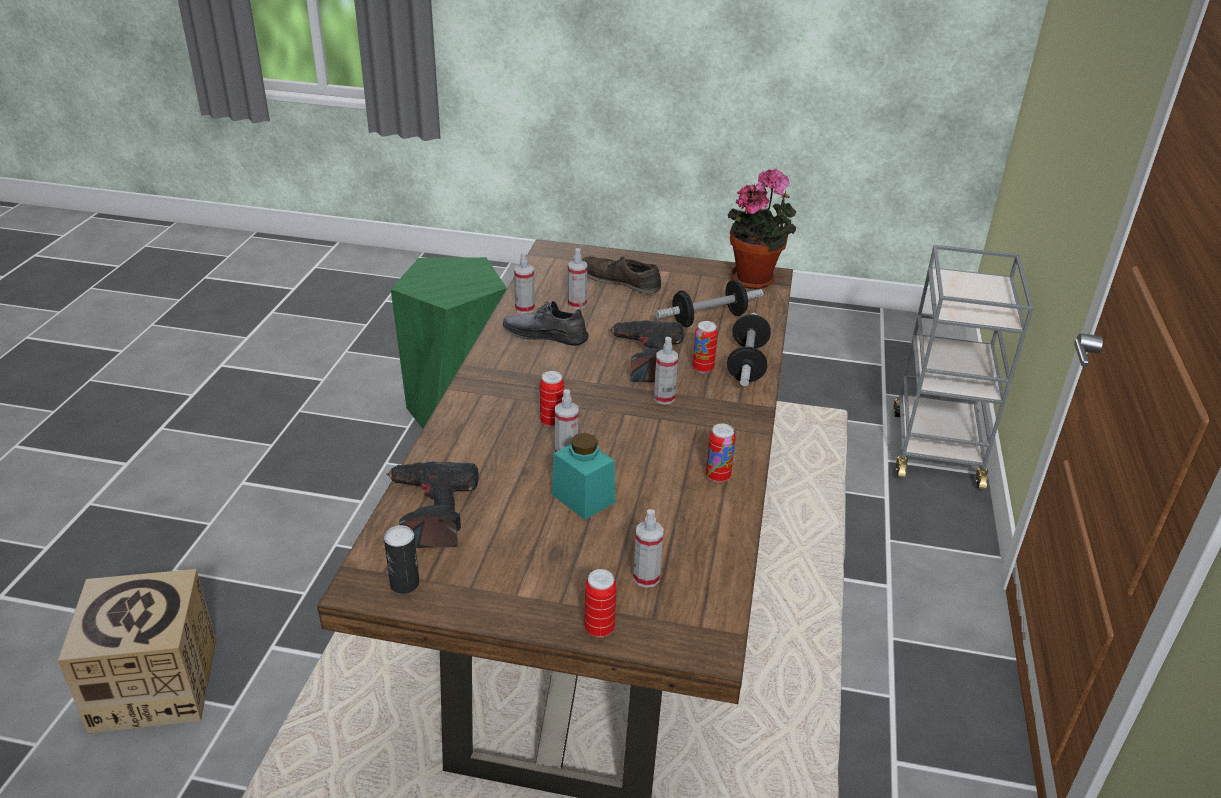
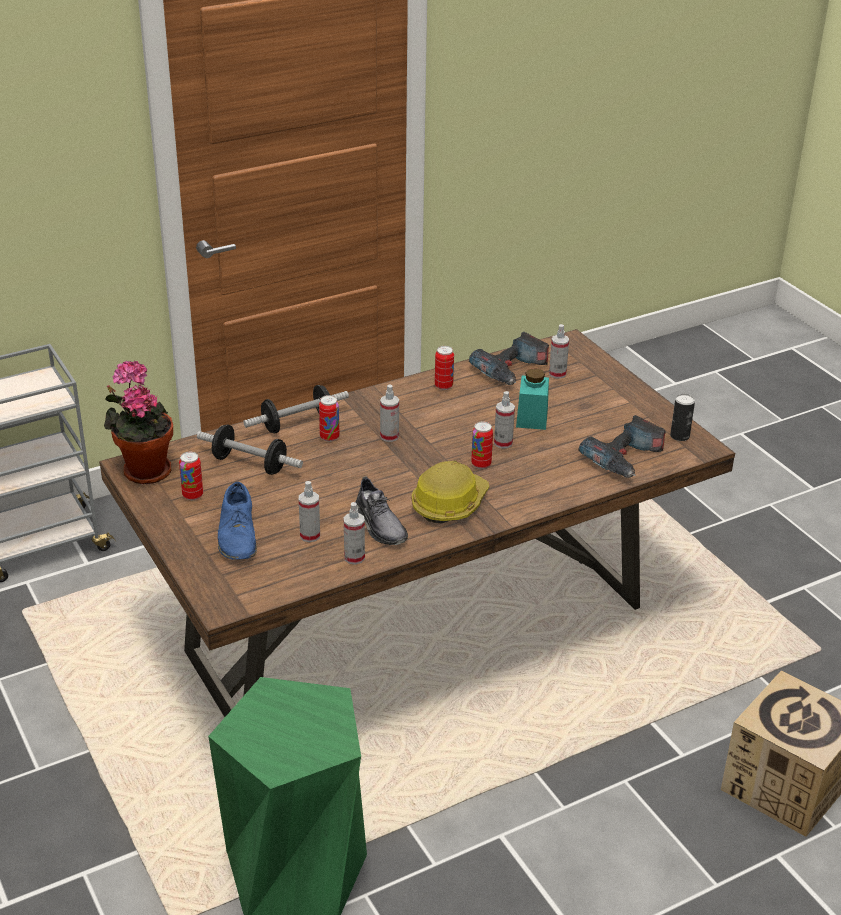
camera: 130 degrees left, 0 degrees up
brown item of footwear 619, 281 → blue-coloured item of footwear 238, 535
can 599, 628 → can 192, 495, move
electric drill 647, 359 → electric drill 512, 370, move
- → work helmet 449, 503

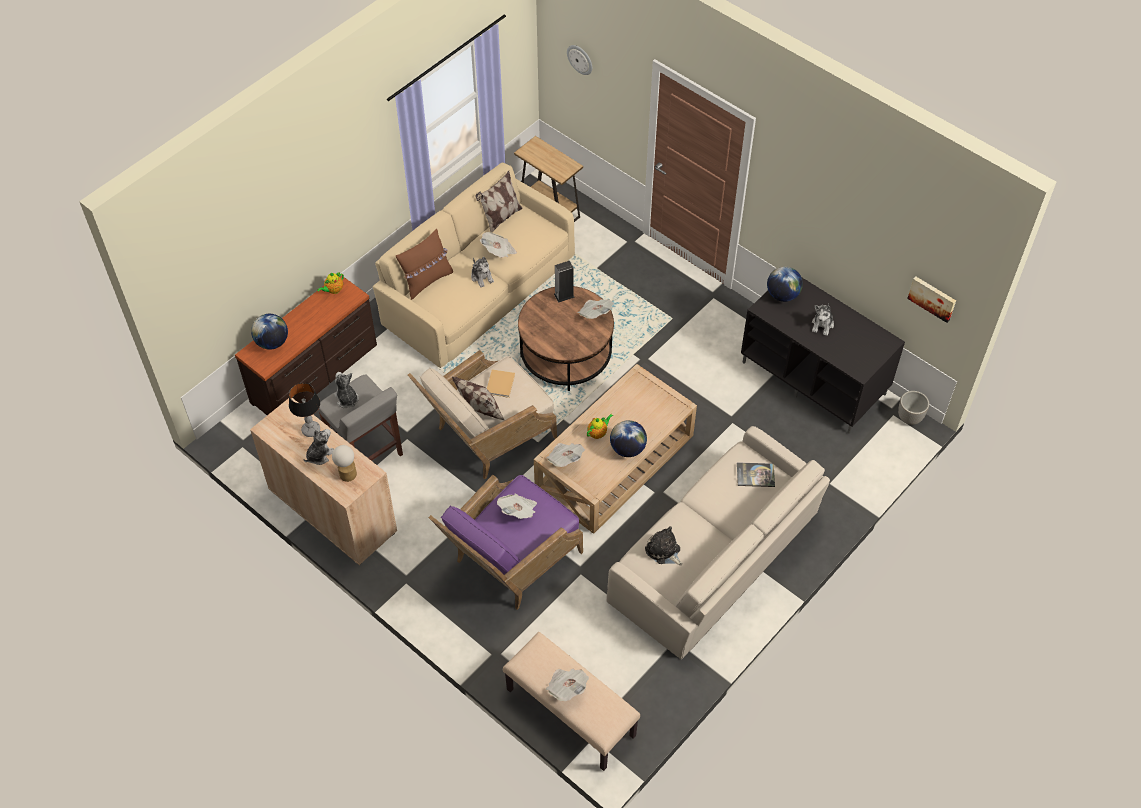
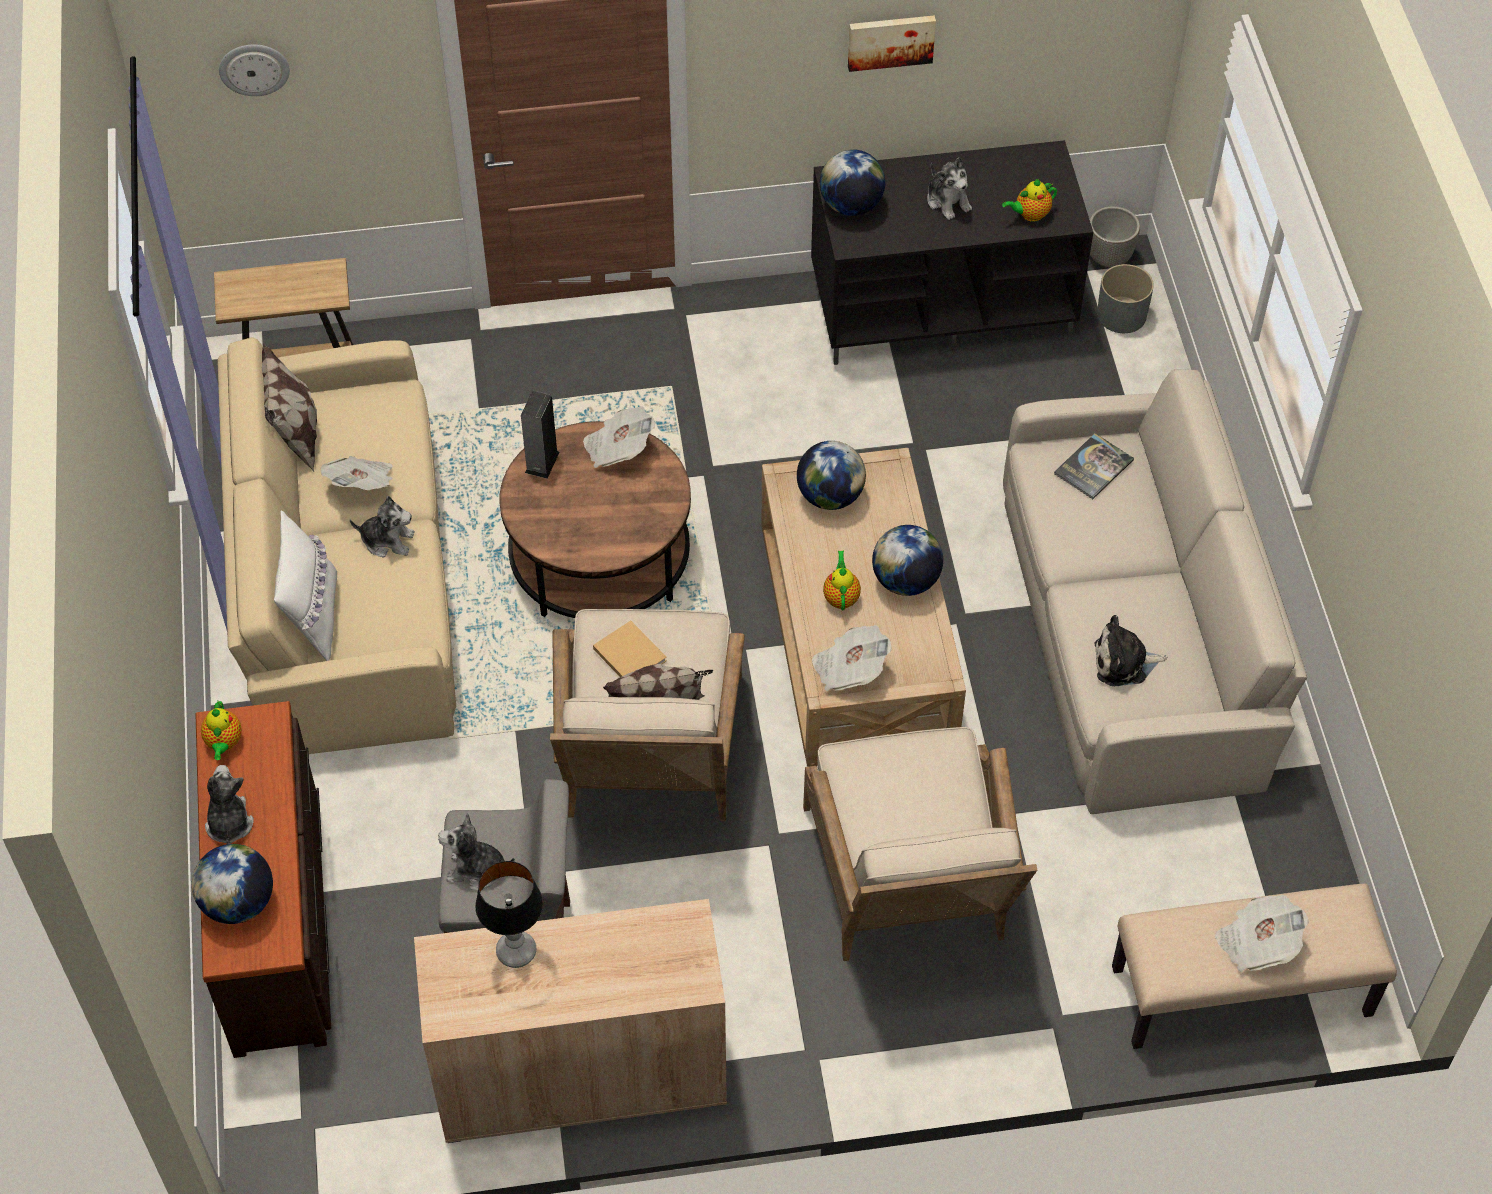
camera: 50 degrees left, 0 degrees up
soft toy 319, 455 → soft toy 229, 823, move
lamp for a table 347, 472 → -
brown cushion 427, 281 → white cushion 313, 616
purple-coloured easy chair 510, 562 → sand-coloured easy chair 911, 890
printed paper 518, 511 → -
picture 932, 298 → picture 890, 40, move
- → world globe 830, 496
- → teapot 1030, 215
- → grey planter 1121, 315

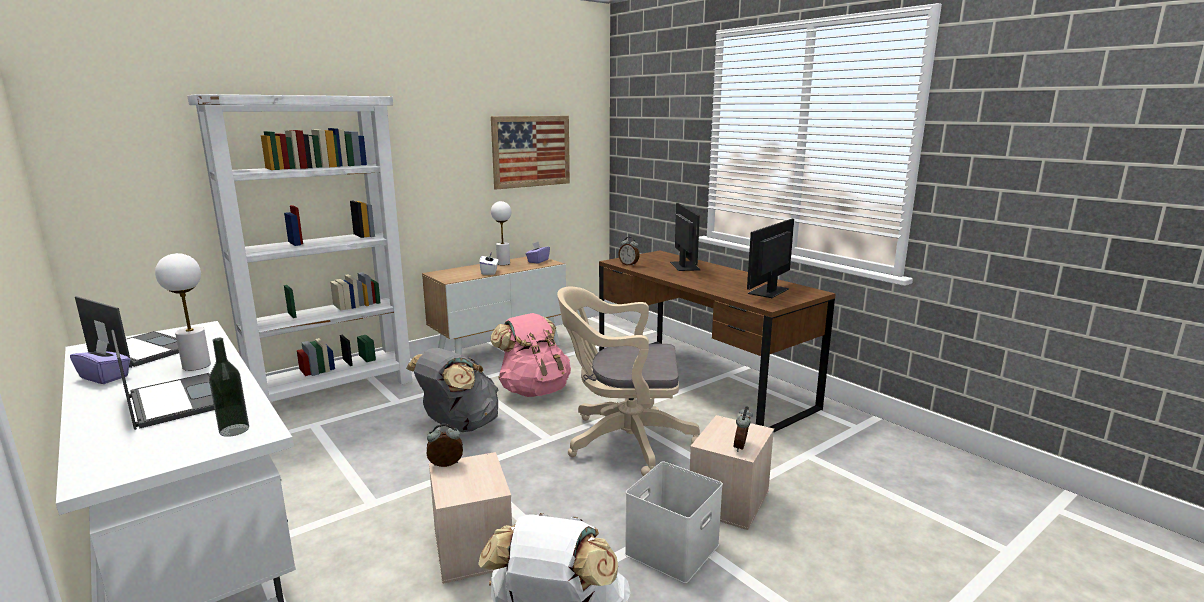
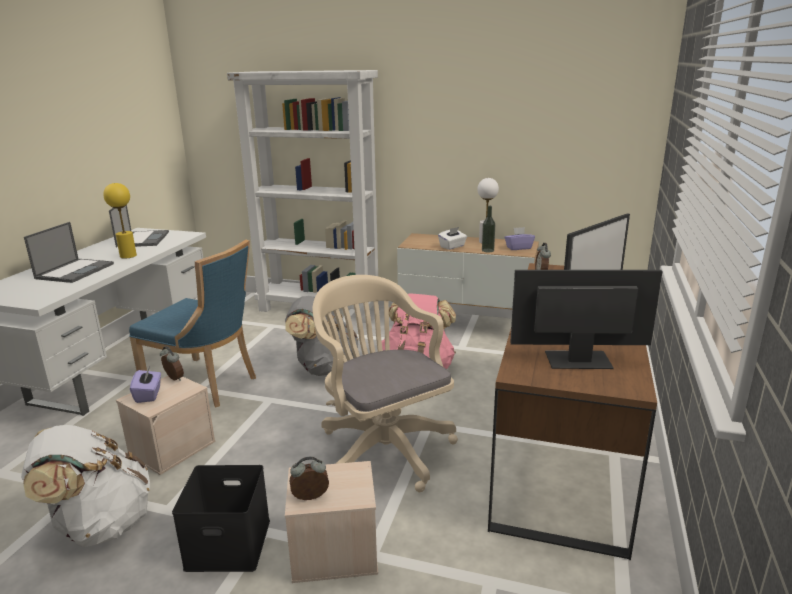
camera: 55 degrees right, 5 degrees up
purple-coloured box of tissues 105, 377 → purple-coloured box of tissues 148, 395, move
white lamp for a table 196, 366 → yellowish lamp for a table 128, 256
bottle 234, 430 → bottle 487, 250, move
picture 531, 151 → -
white storage container 673, 551 → blackish storage container 226, 545
- → blue-coloured upright chair 206, 384

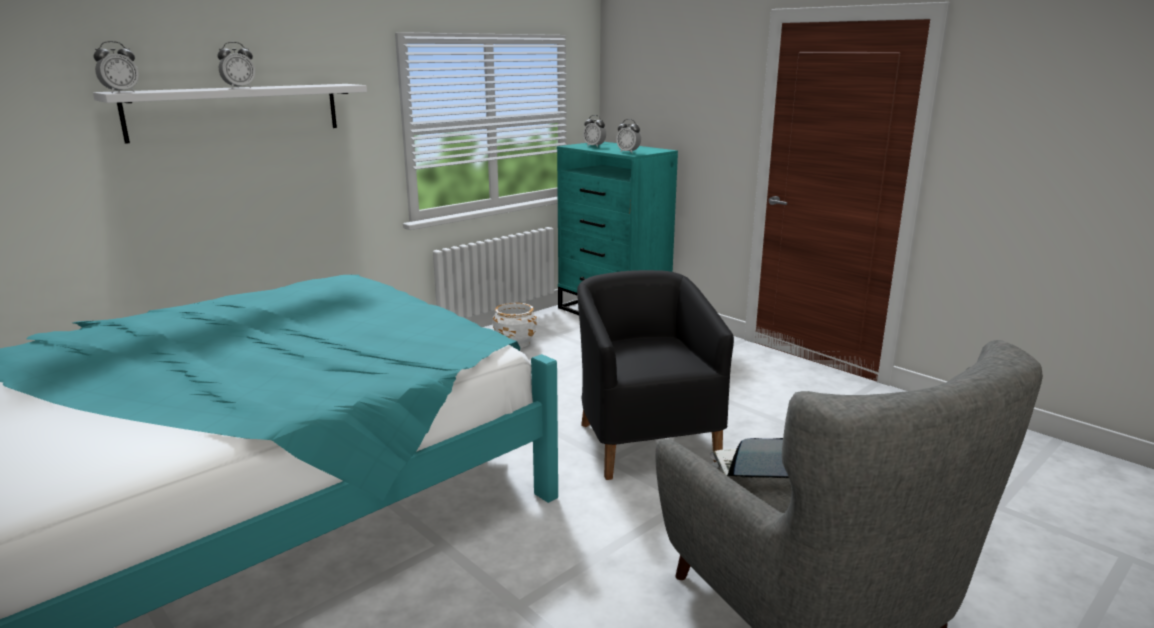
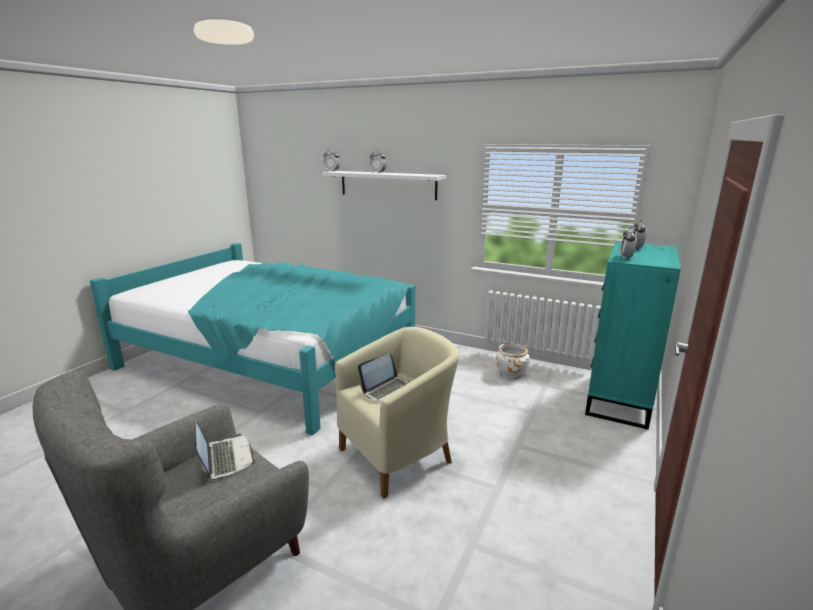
camera: 70 degrees right, 0 degrees up
blackish easy chair 644, 441 → sand-coloured easy chair 398, 455
- → notebook computer 389, 391

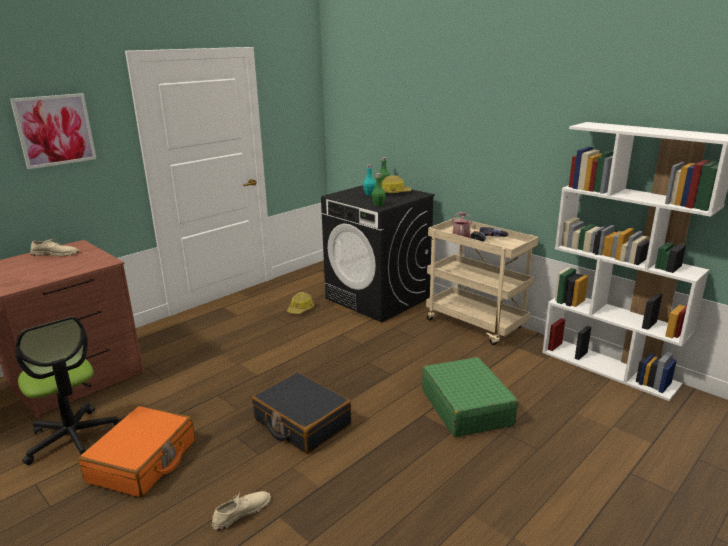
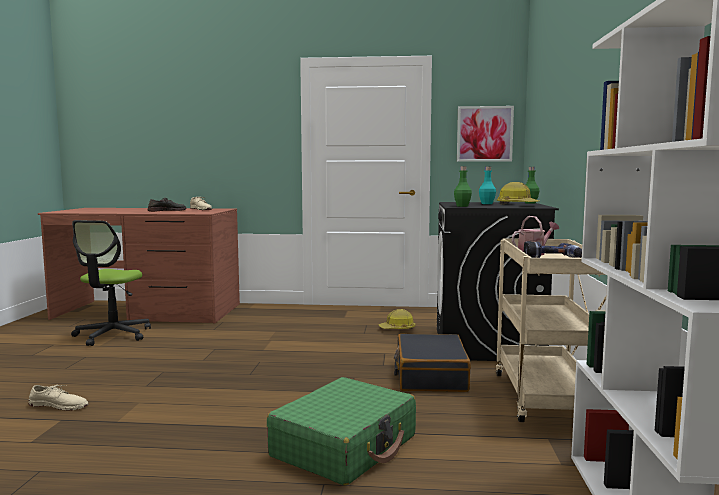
camera: 50 degrees right, 15 degrees down
picture 55, 130 → picture 484, 134, move
orange suitcase 143, 461 → -
blackish suitcase 302, 422 → blackish suitcase 430, 376, move
- → grey item of footwear 167, 210

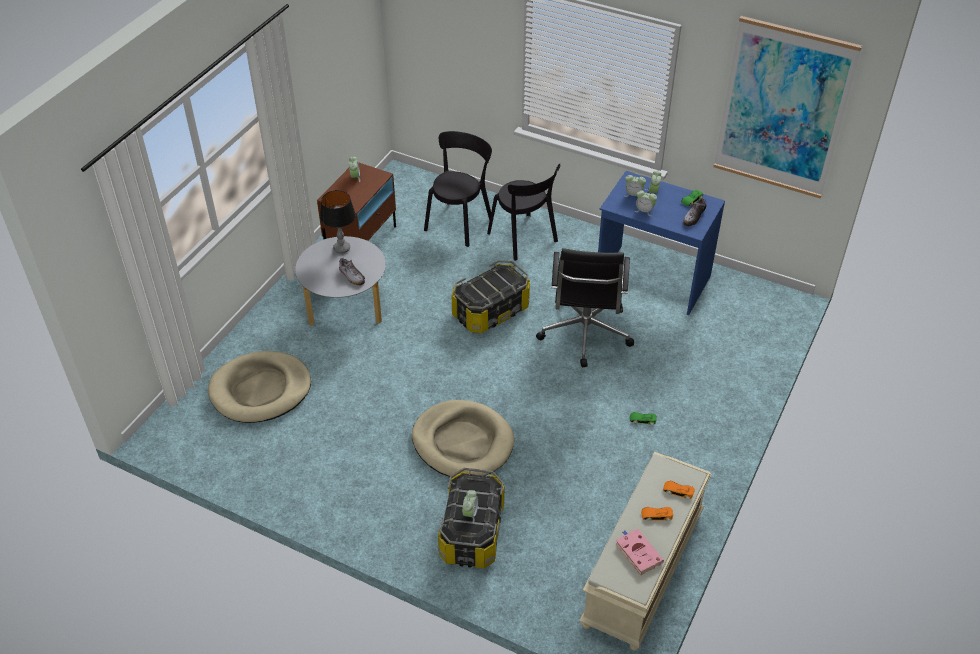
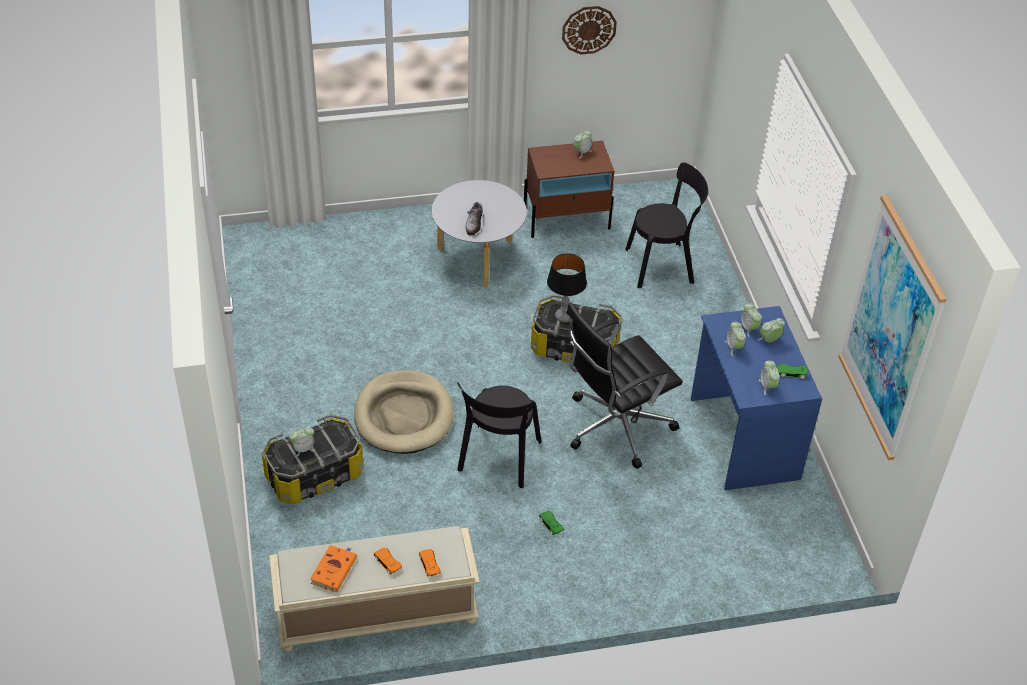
camera: 50 degrees right, 0 degrees up
sand-coloured dog bed 260, 390 → -
lamp for a table 342, 248 → lamp for a table 564, 316, move
blackish upright chair 524, 239 → blackish upright chair 498, 459, move
pink book 637, 552 → orange book 334, 569
item of footwear 694, 217 → alarm clock 767, 386
- → hanging clock 589, 29

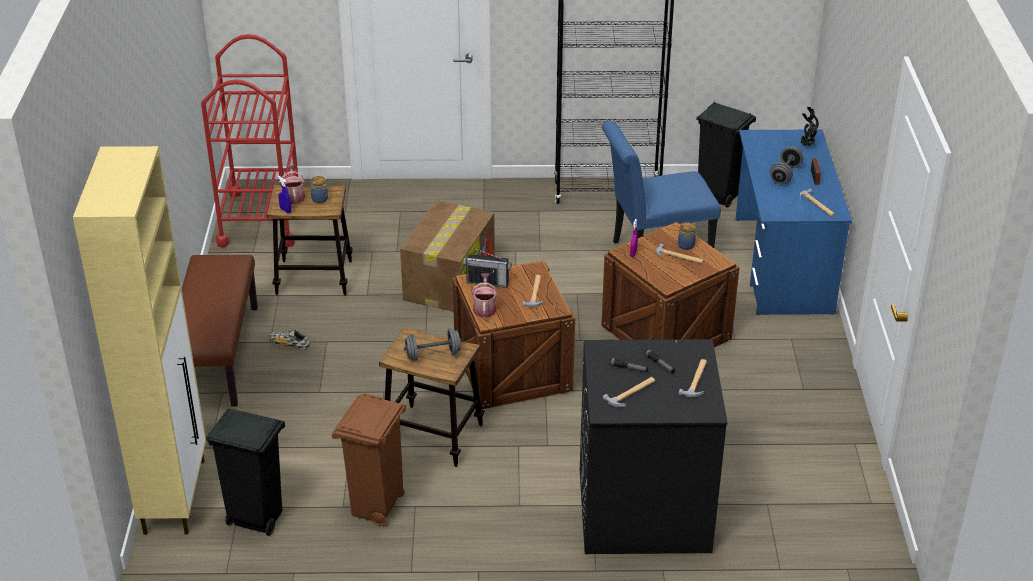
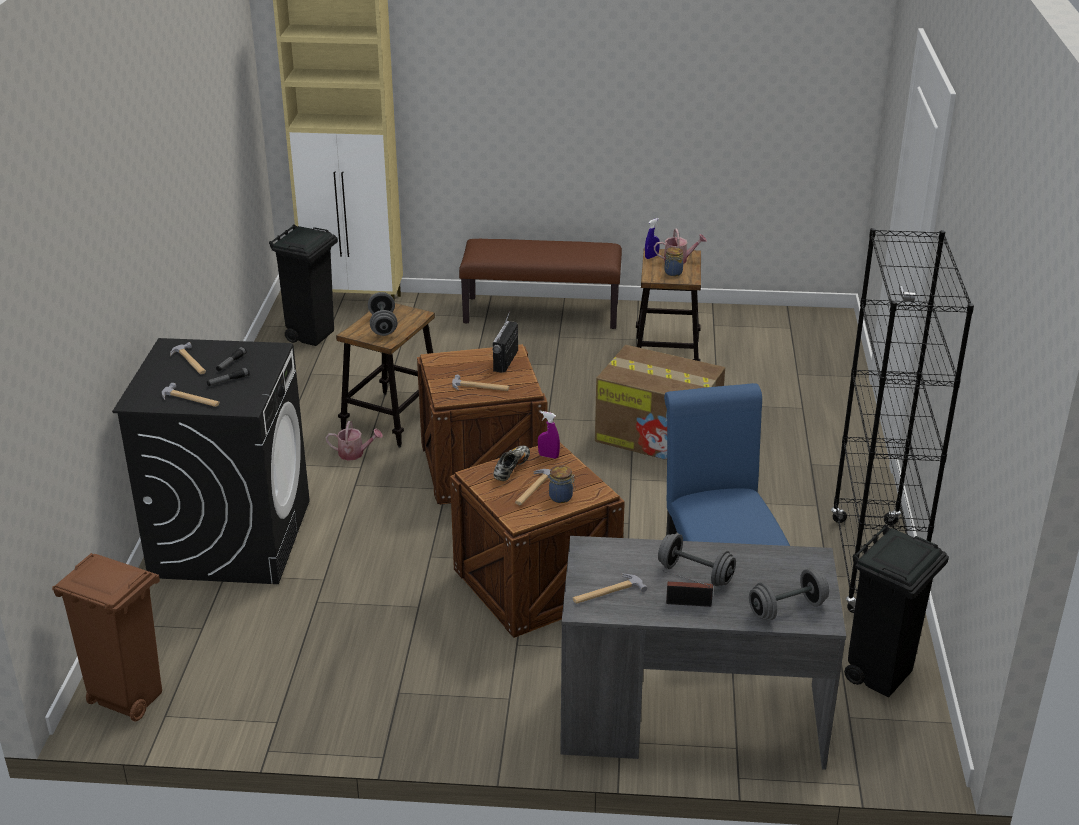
camera: 95 degrees right, 5 degrees down
reddish trolley 261, 219 → -
item of footwear 289, 344 → item of footwear 511, 468, move
brown waste bin 376, 508 → brown waste bin 126, 699, move
watering can 484, 308 → watering can 355, 453, move
blue-coloured desk unit 782, 265 → grey desk unit 691, 719
potted plant 806, 146 → grey dumbbell 787, 609

